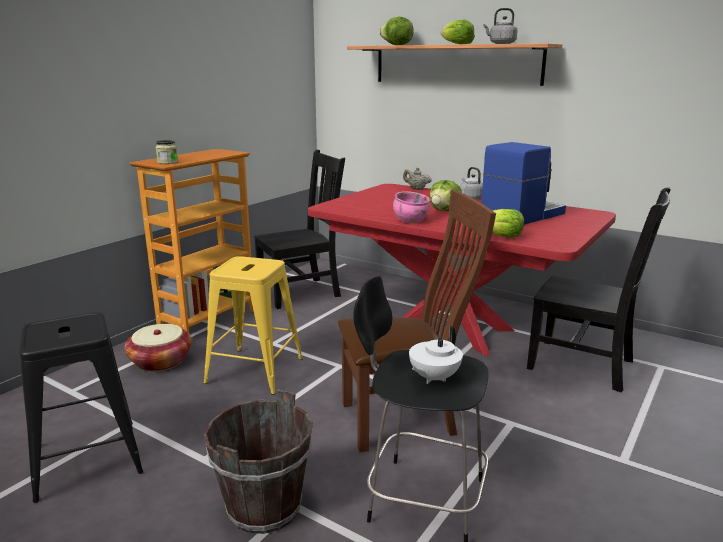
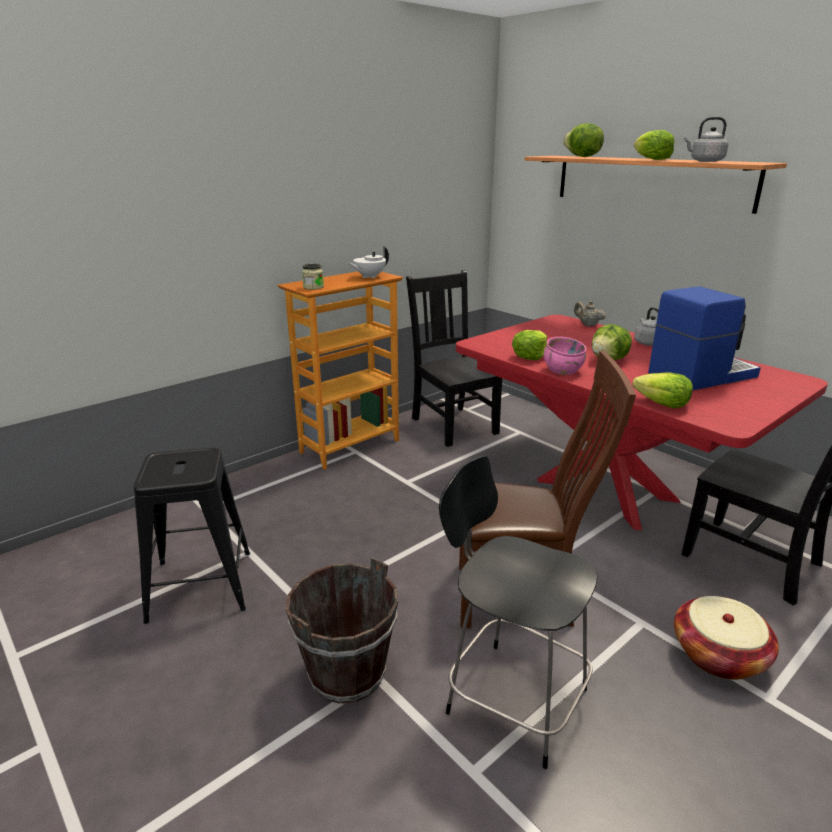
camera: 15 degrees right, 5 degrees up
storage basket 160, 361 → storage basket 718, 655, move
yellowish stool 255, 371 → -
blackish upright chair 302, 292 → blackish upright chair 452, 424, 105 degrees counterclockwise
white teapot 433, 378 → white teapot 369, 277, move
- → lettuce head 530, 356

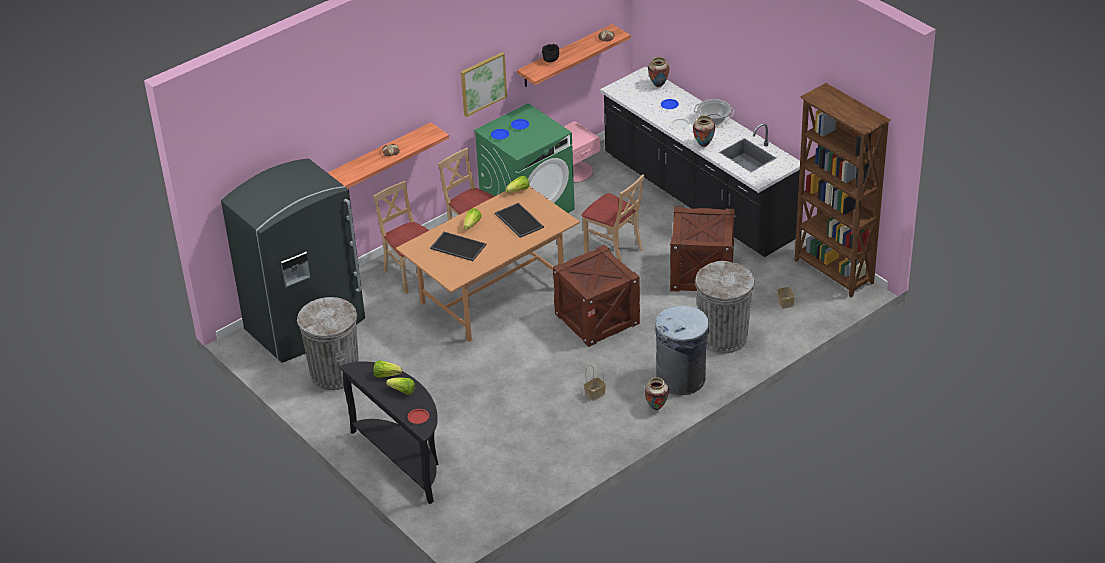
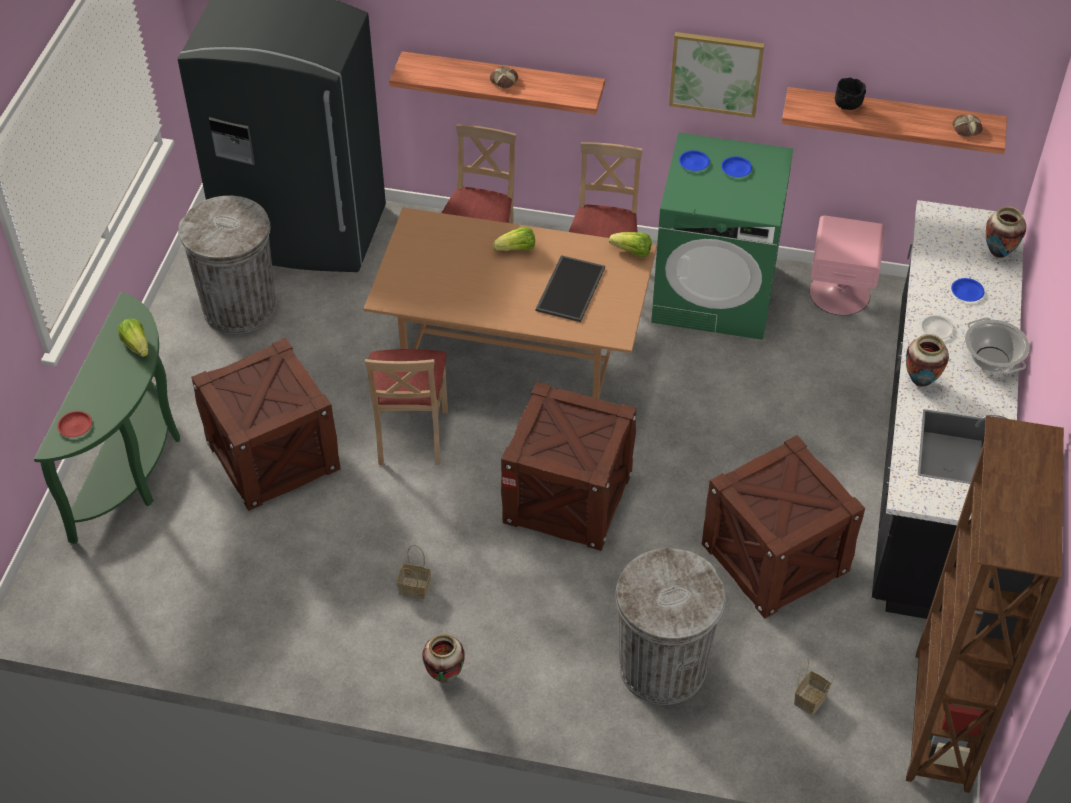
camera: 50 degrees right, 10 degrees up
blackish narrow table 404, 459 → green-coloured narrow table 134, 466
lettuce head 402, 391 → -
serving tray 457, 247 → -
sand-coloured upright chair 613, 250 → sand-coloured upright chair 410, 435, move
grey waste bin 681, 379 → -
- → packing crate 273, 456

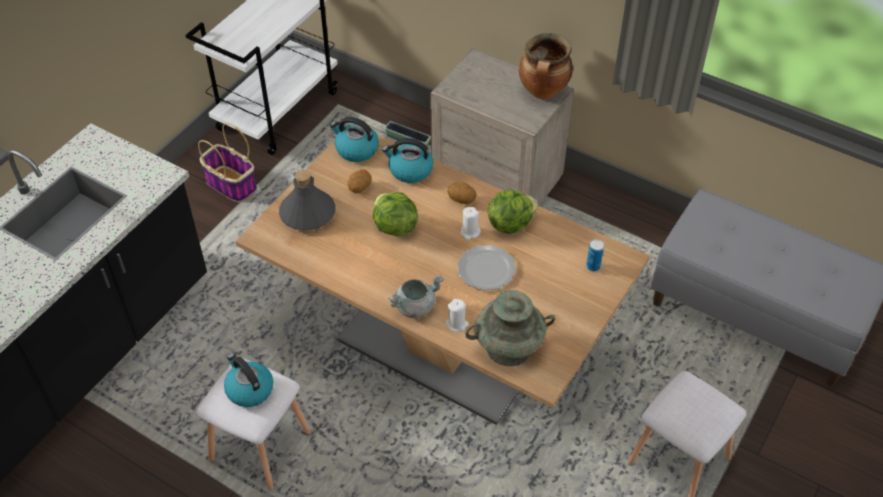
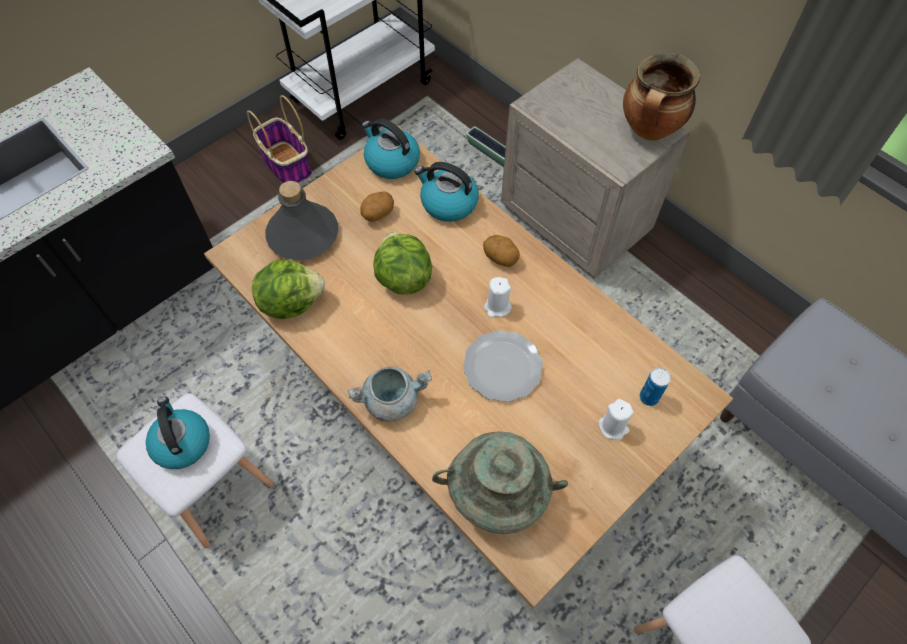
camera: 15 degrees right, 10 degrees up
white candle 457, 324 → white candle 613, 427, move
lettuce head 510, 223 → lettuce head 291, 302, move

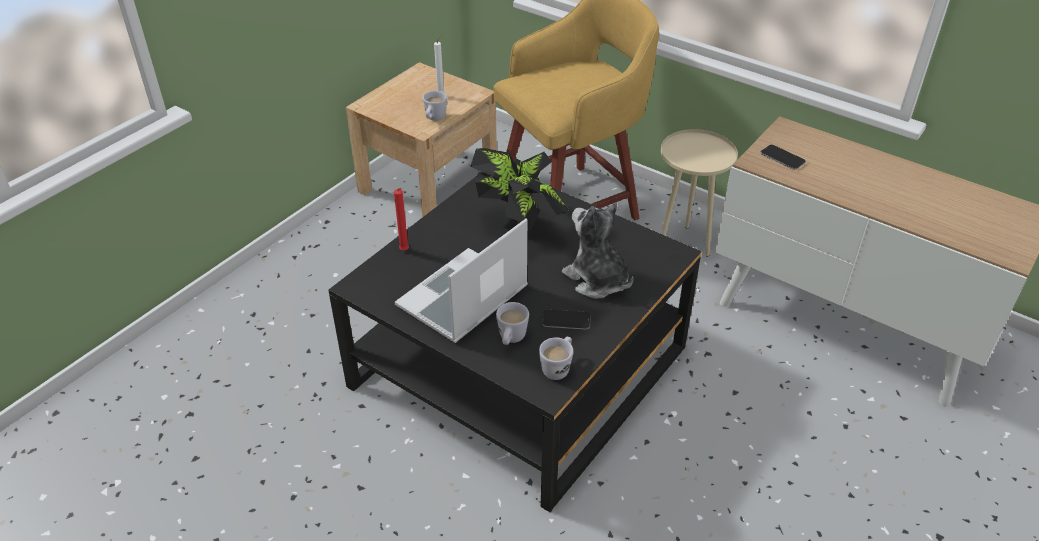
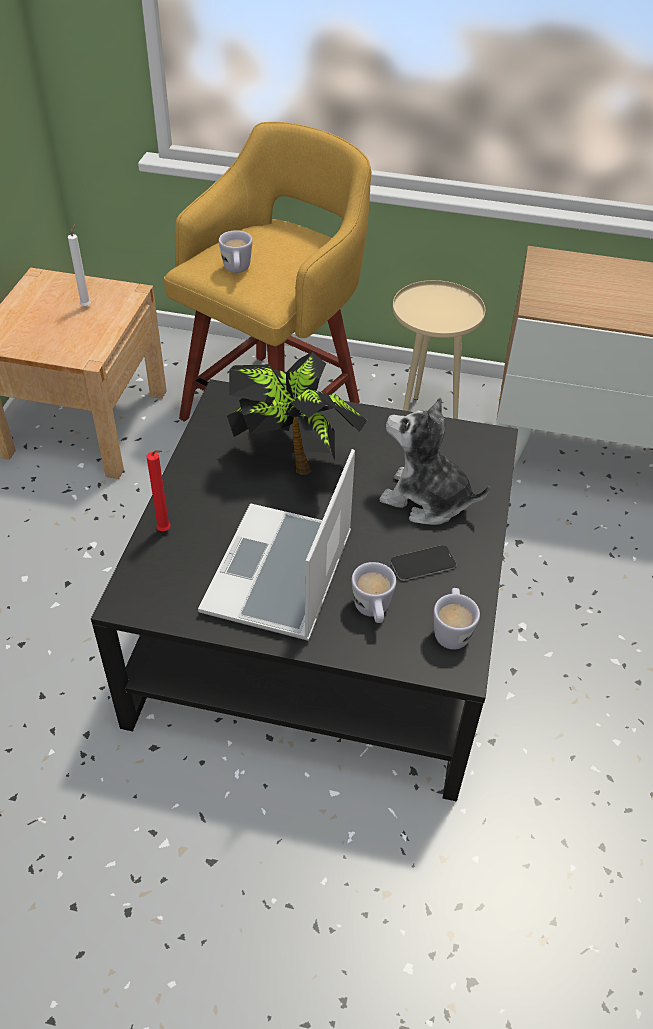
camera: 25 degrees left, 5 degrees up
white tea mug 434, 119 → white tea mug 237, 271, move
handset 782, 158 → -

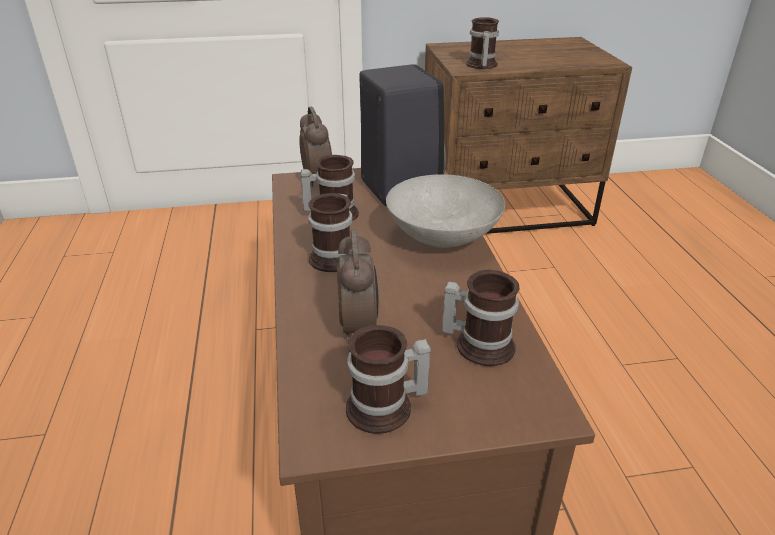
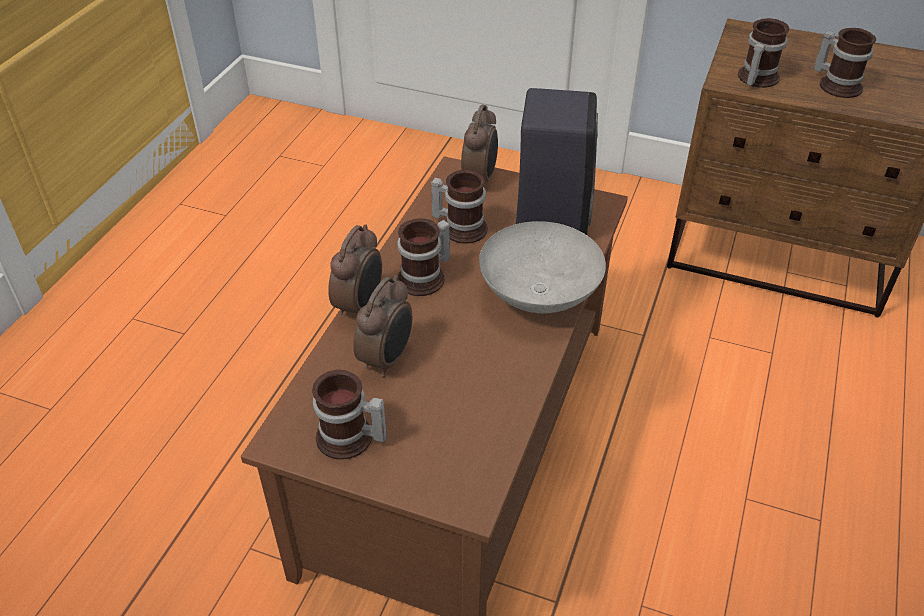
camera: 30 degrees right, 10 degrees up
tea mug 479, 343 → tea mug 837, 84, move
- → alarm clock 360, 306

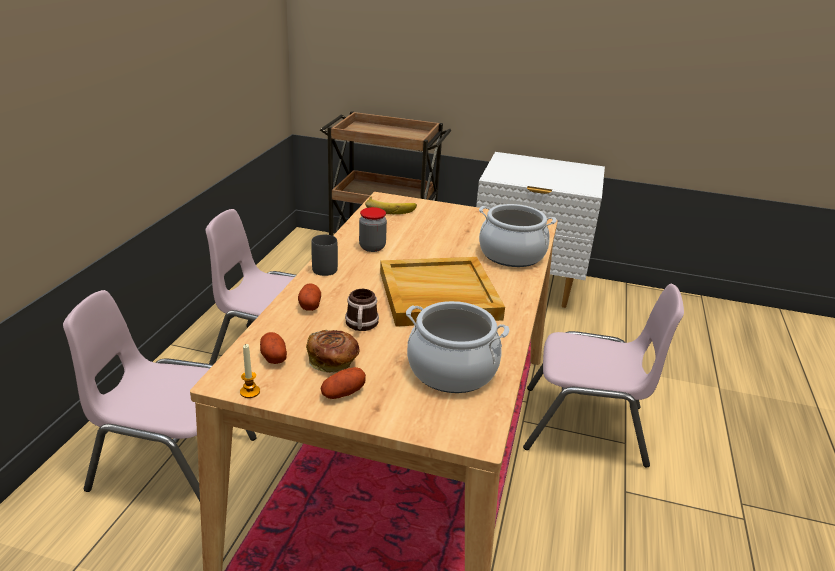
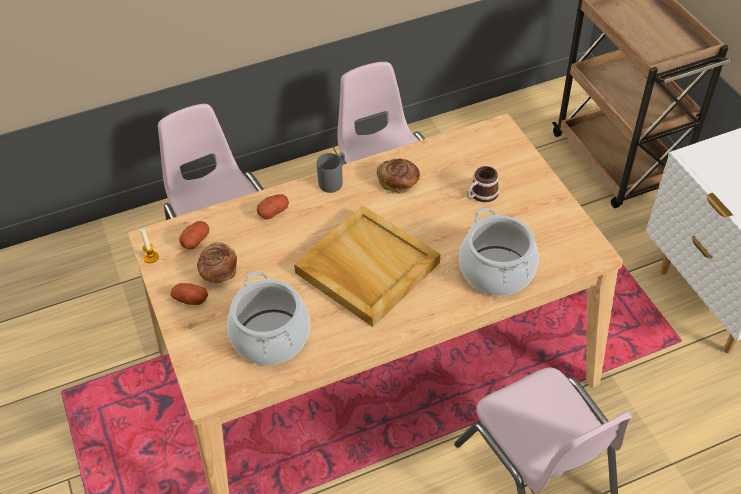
camera: 55 degrees right, 20 degrees up
tea mug 361, 326 → tea mug 480, 195, move
jar 372, 247 → bakery bread 398, 183
banana 390, 208 → -

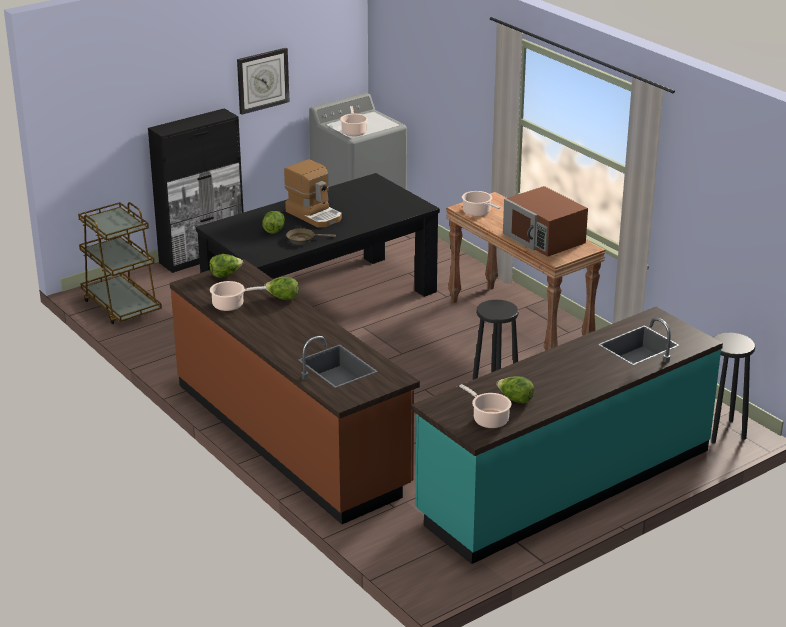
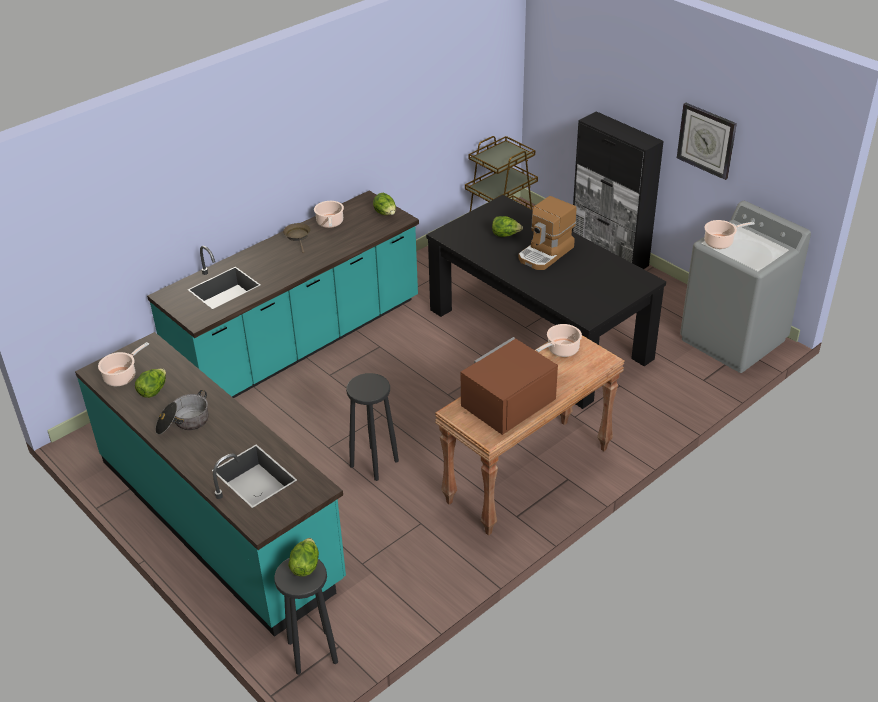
camera: 85 degrees right, 10 degrees up
brown counter 291, 435 → blue-green counter 299, 343
lettuce head 283, 298 → lettuce head 305, 566, move
brown frying pan 303, 239 → brown frying pan 298, 237, move
- → cooking pot 183, 423

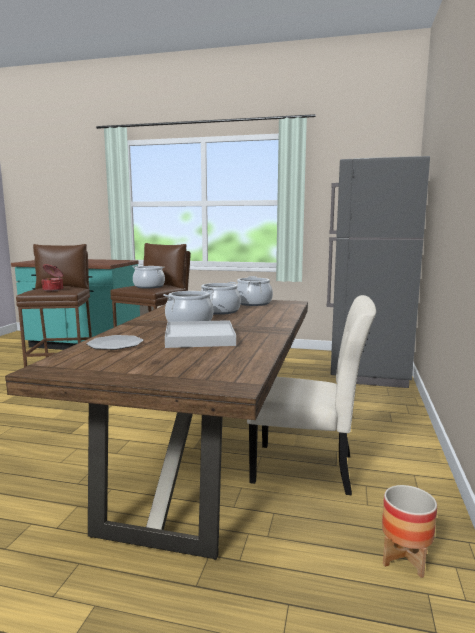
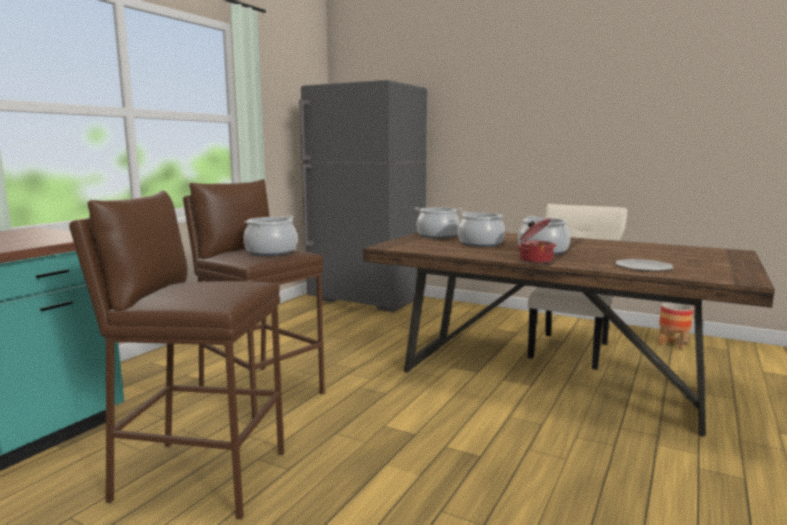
camera: 75 degrees left, 0 degrees up
cooking pot 53, 289 → cooking pot 535, 260, move
white serving tray 199, 338 → -

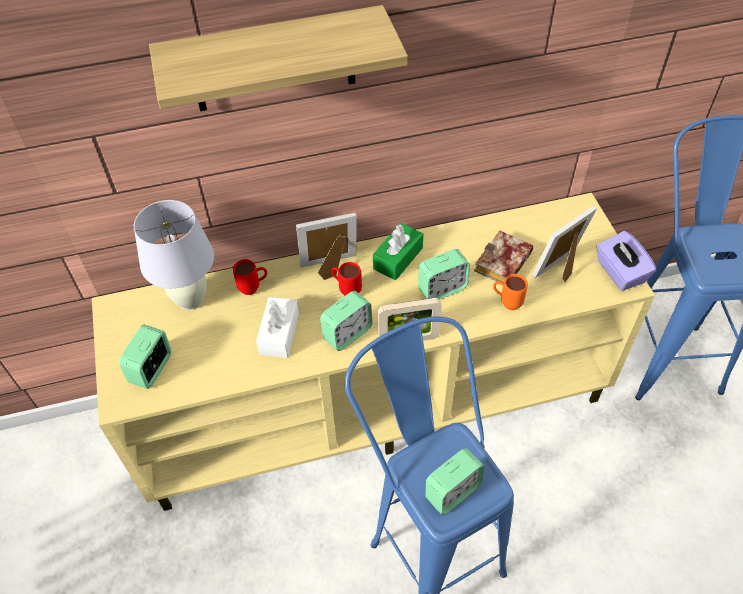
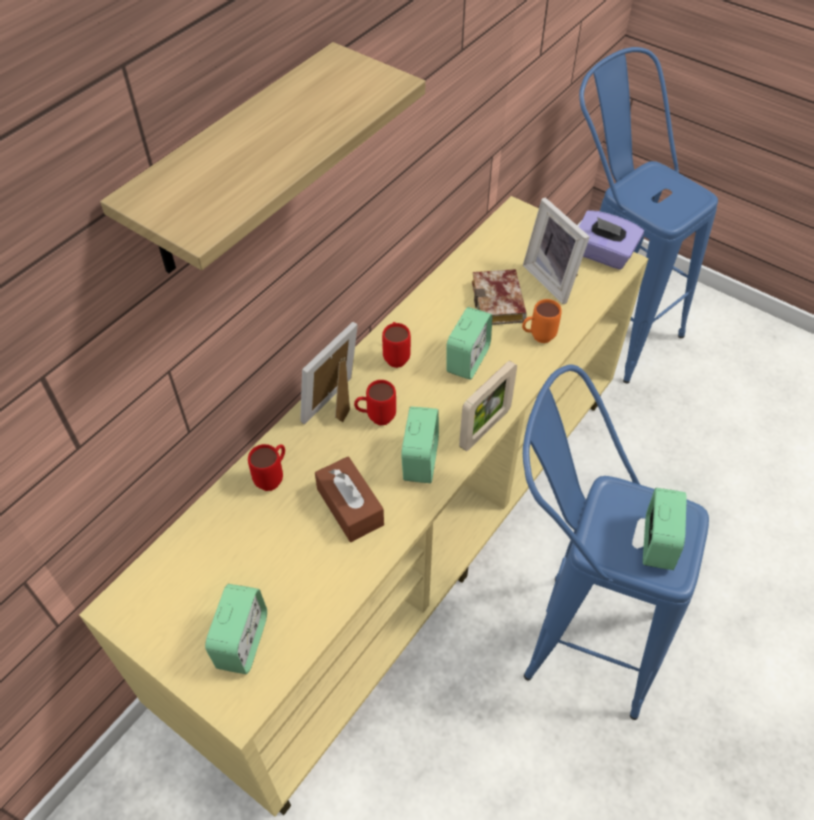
camera: 40 degrees left, 0 degrees up
alarm clock 152, 369 → alarm clock 242, 641, 150 degrees counterclockwise
white lamp for a table 191, 300 → -
white box of tissues 279, 333 → brown box of tissues 350, 507
green-coloured box of tissues 398, 258 → reddish tea mug 396, 356
photo frame 561, 269 → photo frame 554, 279, 45 degrees counterclockwise

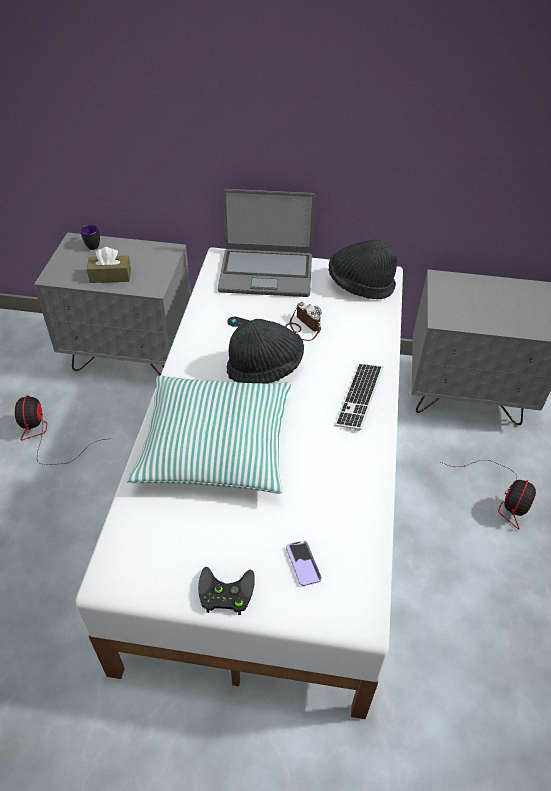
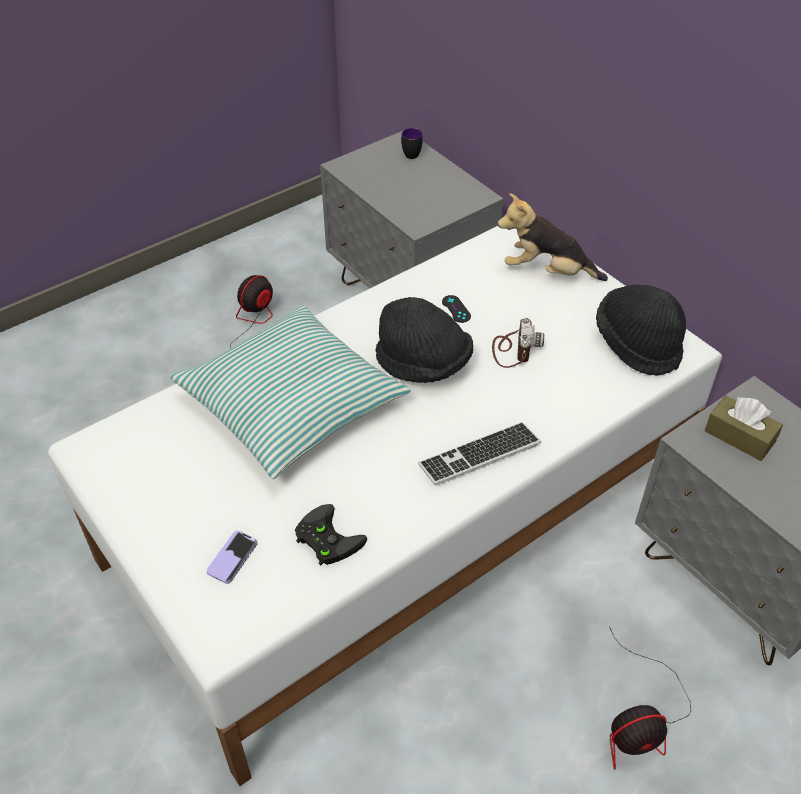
camera: 45 degrees right, 0 degrees up
brown box of tissues 110, 276 → brown box of tissues 739, 436, move
blackish gamepad 224, 593 → blackish gamepad 325, 538, move
notebook computer 266, 273 → soft toy 547, 272

